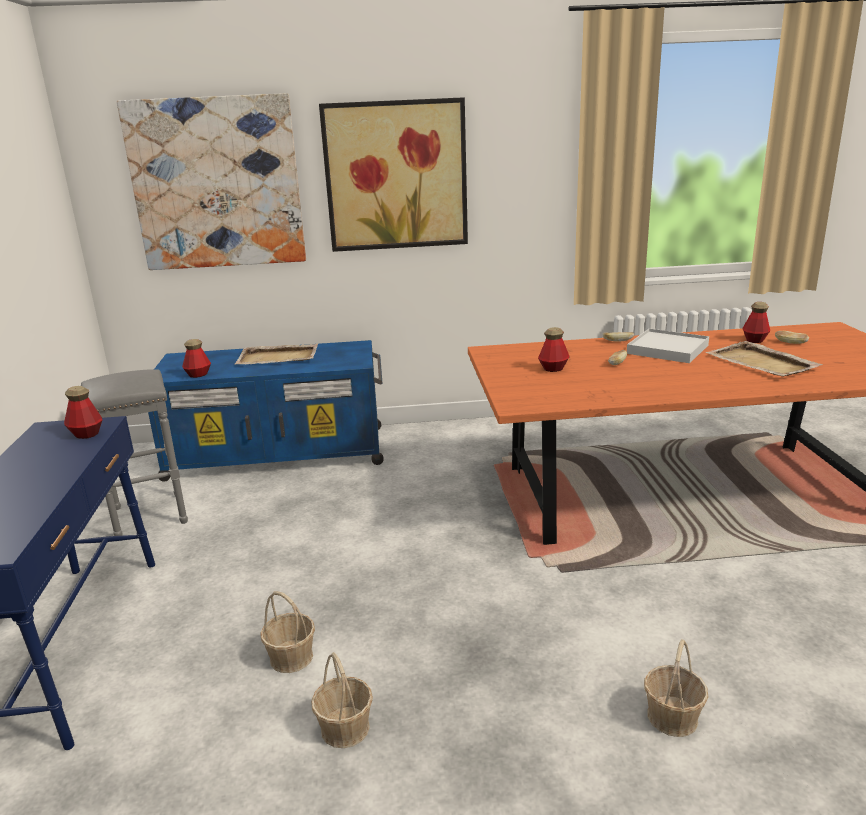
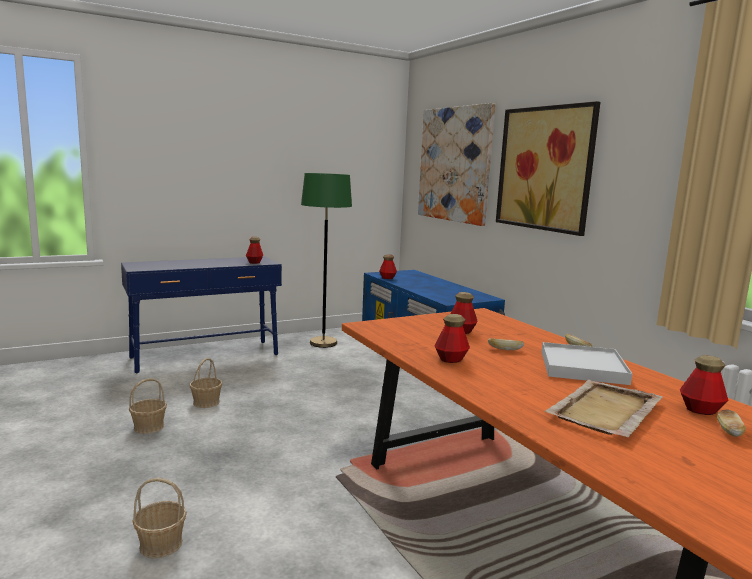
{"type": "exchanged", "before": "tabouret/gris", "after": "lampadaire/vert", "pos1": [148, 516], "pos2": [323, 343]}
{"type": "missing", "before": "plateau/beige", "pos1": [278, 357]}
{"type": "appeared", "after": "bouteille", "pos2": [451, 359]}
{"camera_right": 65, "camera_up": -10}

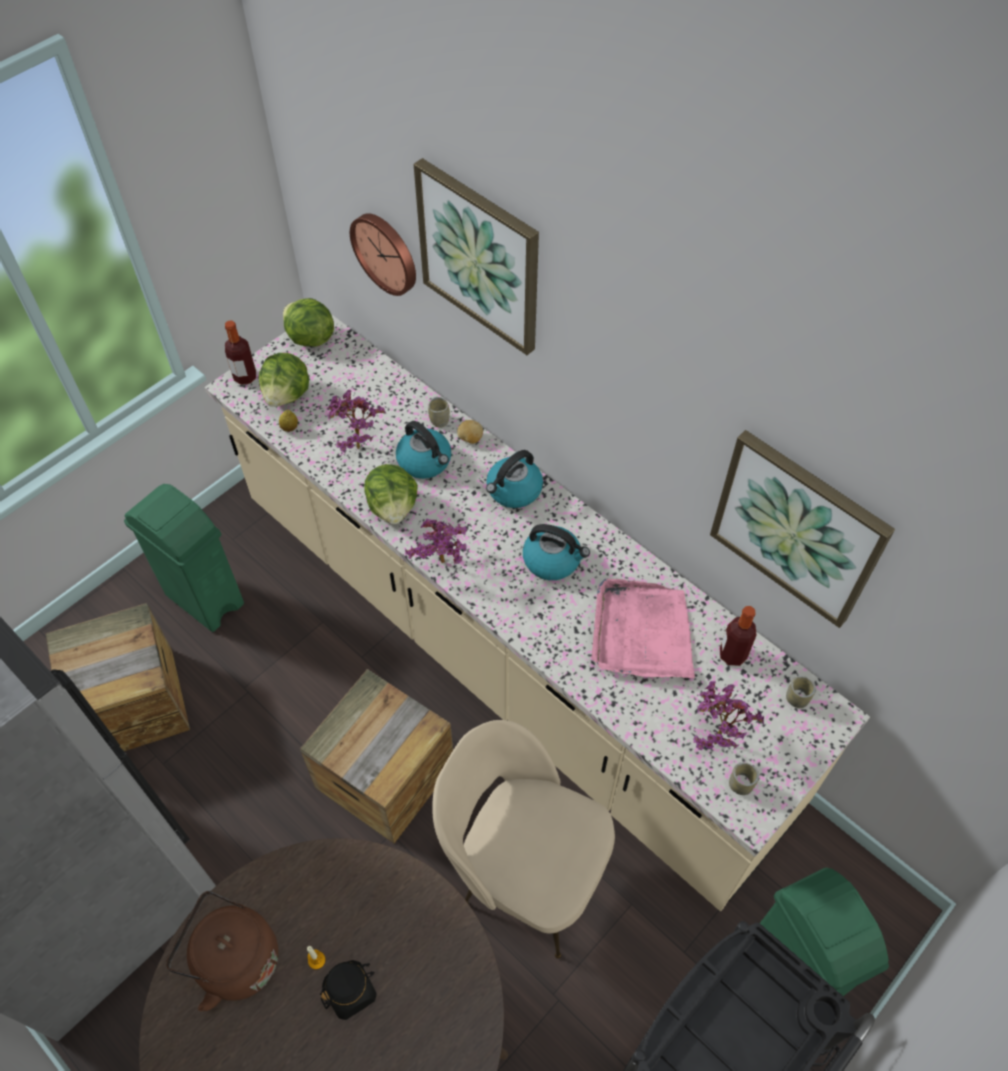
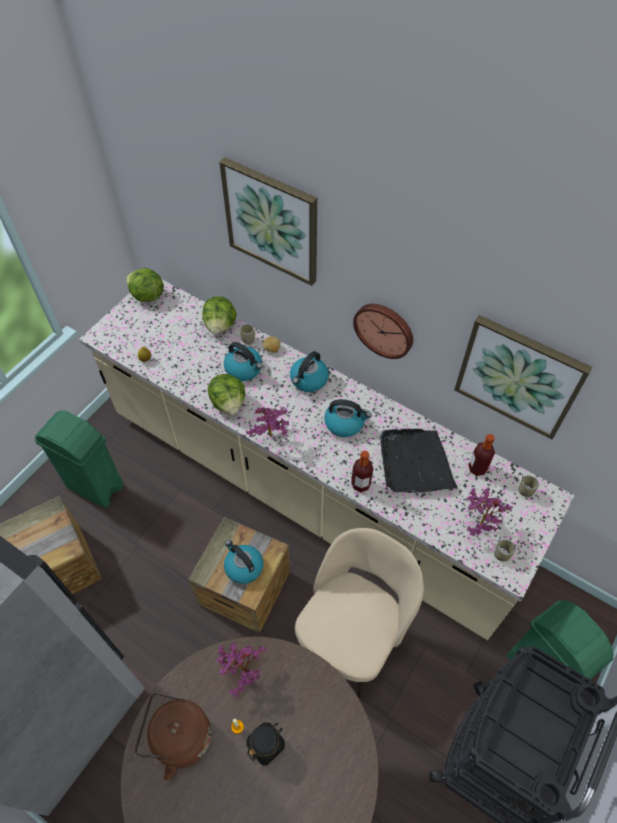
{"type": "relocated", "before": "bouteille", "pos1": [245, 377], "pos2": [360, 484]}
{"type": "relocated", "before": "laitue", "pos1": [287, 395], "pos2": [220, 325]}
{"type": "relocated", "before": "plante en pot", "pos1": [357, 443], "pos2": [242, 674]}
{"type": "relocated", "before": "horloge murale", "pos1": [386, 252], "pos2": [384, 329]}
{"type": "spun", "before": "chaise/beige", "pos1": [524, 876], "pos2": [351, 639], "turn": 105}
{"type": "colour", "before": "plateau/rose", "after": "plateau/noir", "pos1": [641, 633], "pos2": [414, 463]}
{"type": "appeared", "after": "bouilloire", "pos2": [243, 567]}
{"camera_right": -10, "camera_up": 0}

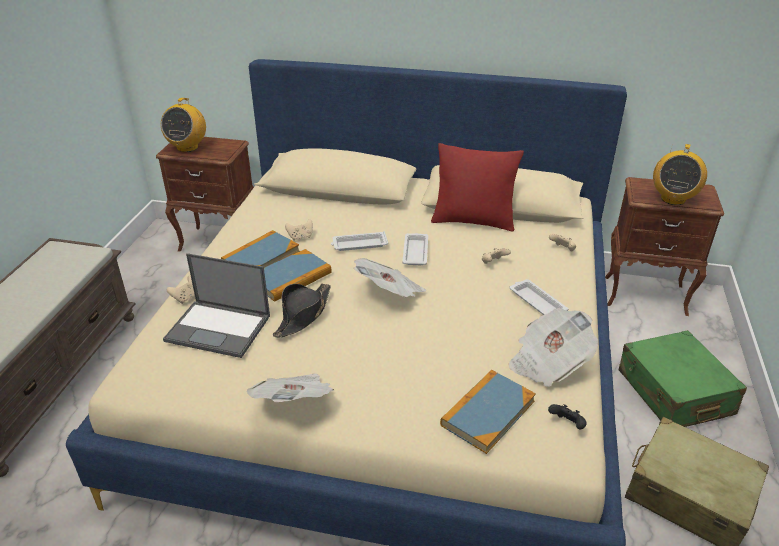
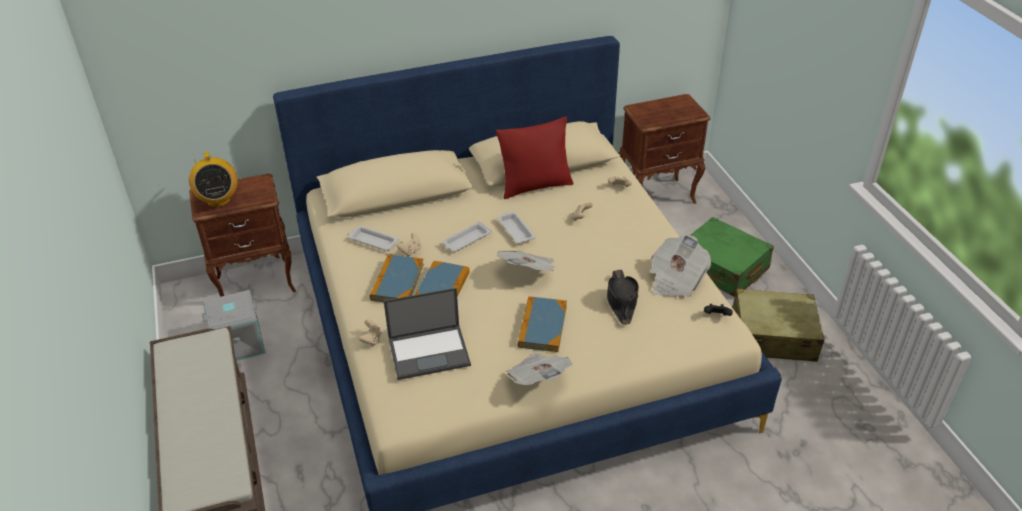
{"type": "relocated", "before": "chapeau/noir", "pos1": [303, 315], "pos2": [621, 300]}
{"type": "relocated", "before": "livre", "pos1": [487, 413], "pos2": [542, 326]}
{"type": "relocated", "before": "plateau/blanc", "pos1": [536, 301], "pos2": [372, 241]}
{"type": "missing", "before": "radio", "pos1": [673, 199]}
{"type": "appeared", "after": "boîte de rangement/gris", "pos2": [239, 342]}
{"camera_right": -30, "camera_up": 5}

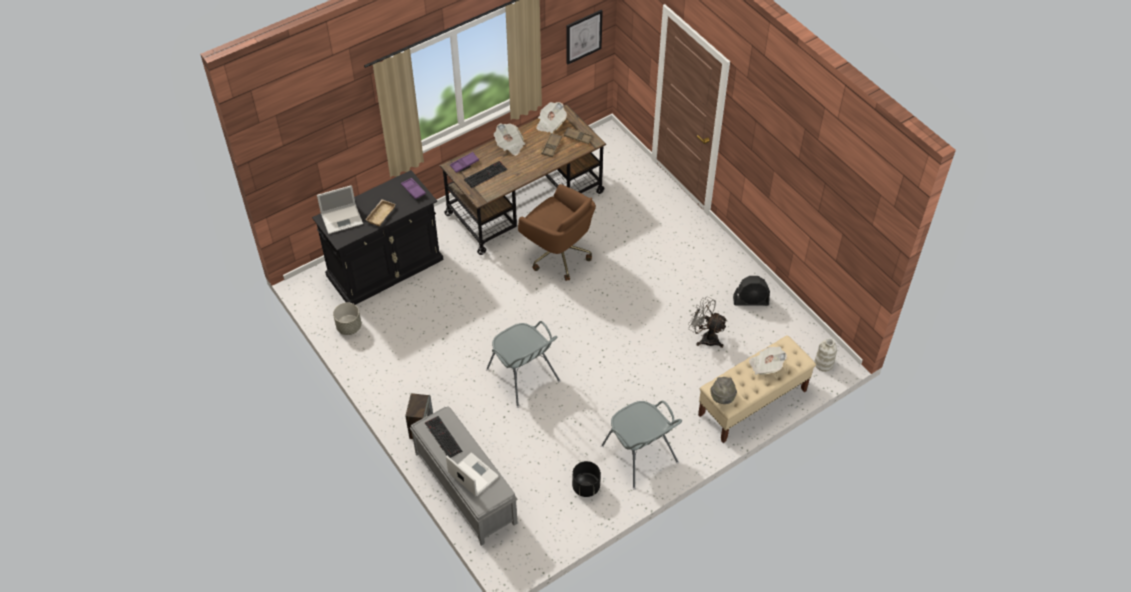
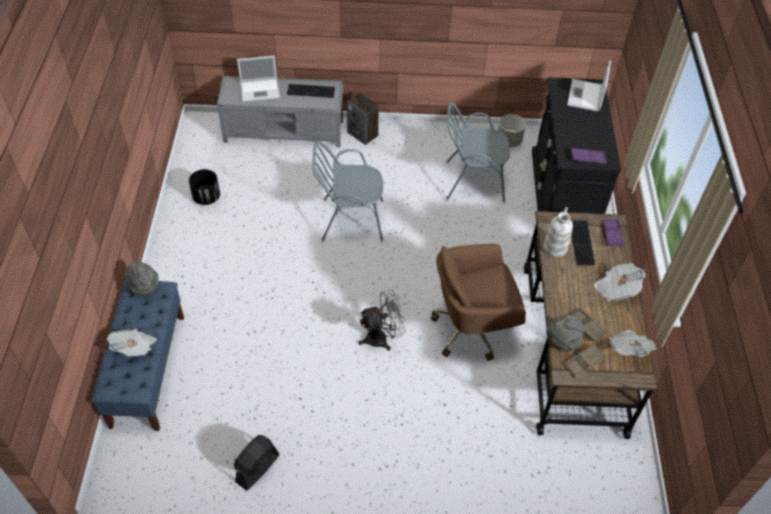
{"type": "missing", "before": "plateau/beige", "pos1": [380, 214]}
{"type": "missing", "before": "tableau", "pos1": [583, 36]}
{"type": "relocated", "before": "chaise/gris", "pos1": [641, 456], "pos2": [471, 182]}
{"type": "relocated", "before": "ventilateur/gris", "pos1": [705, 337], "pos2": [382, 338]}
{"type": "colour", "before": "banc/beige", "after": "banc/bleu", "pos1": [752, 403], "pos2": [148, 369]}
{"type": "relocated", "before": "vase/blanc", "pos1": [823, 364], "pos2": [554, 247]}
{"type": "appeared", "after": "chapeau/gris", "pos2": [562, 340]}
{"camera_right": 125, "camera_up": 0}

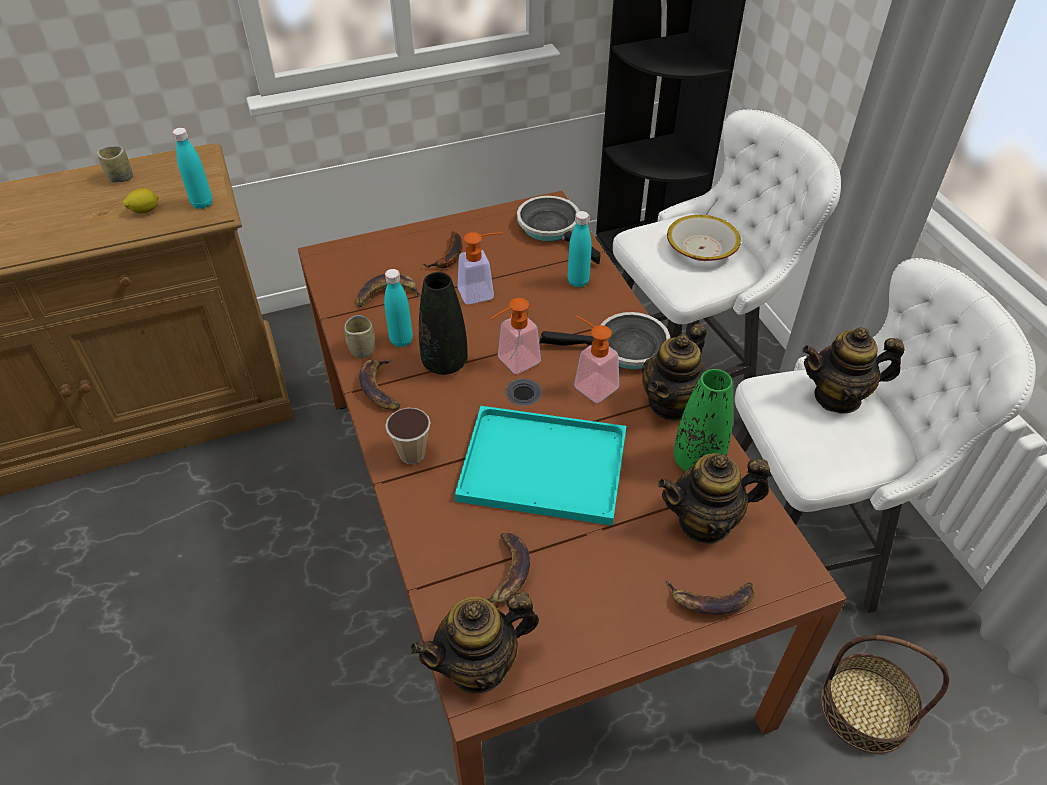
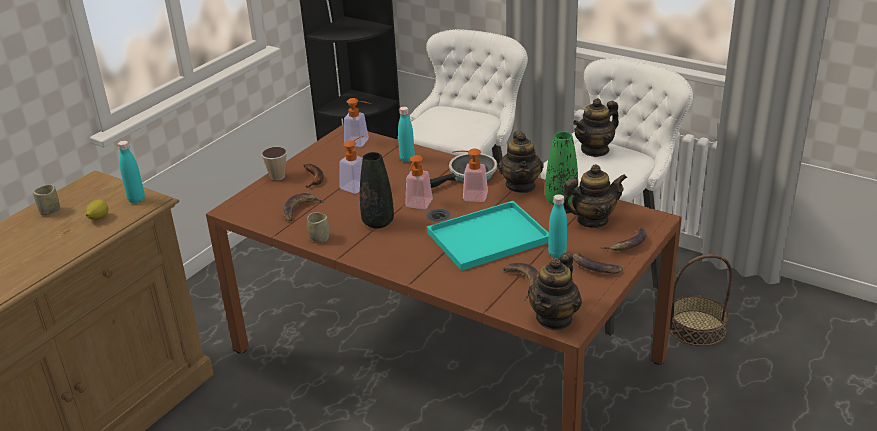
{"type": "relocated", "before": "banane", "pos1": [380, 388], "pos2": [594, 267]}
{"type": "relocated", "before": "bouteille/turquoise", "pos1": [401, 340], "pos2": [557, 254]}
{"type": "relocated", "before": "tasse", "pos1": [412, 454], "pos2": [277, 176]}
{"type": "exchanged", "before": "poêle", "after": "distributeur de savon", "pos1": [552, 229], "pos2": [361, 143]}
{"type": "spun", "before": "théière", "pos1": [705, 522], "pos2": [592, 220], "turn": -150}
{"type": "missing", "before": "bol", "pos1": [701, 249]}
{"camera_right": -35, "camera_up": -15}

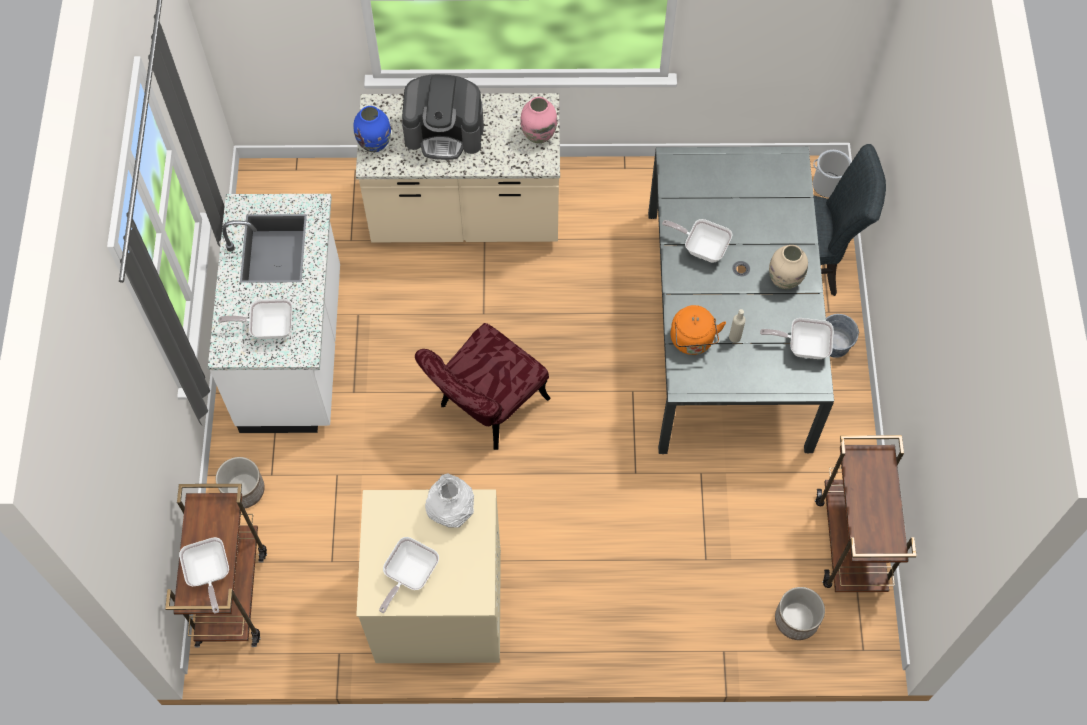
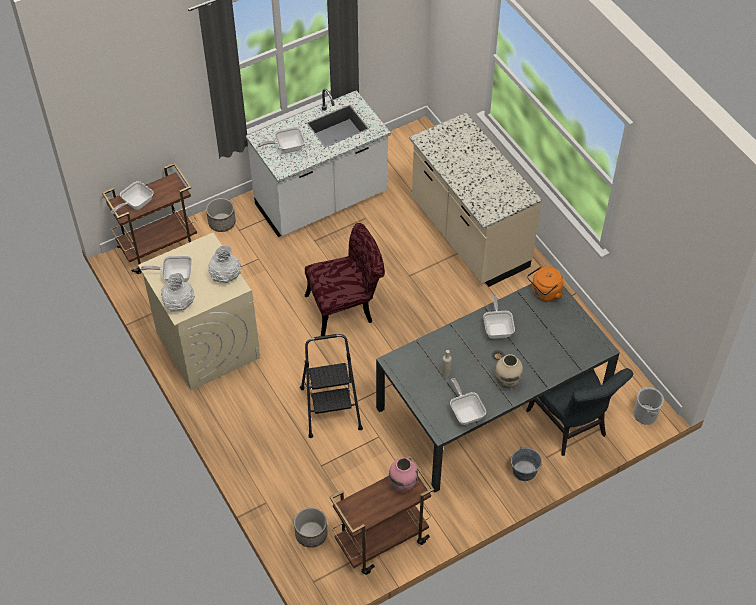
{"type": "spun", "before": "poêle", "pos1": [268, 327], "pos2": [286, 147], "turn": -75}
{"type": "missing", "before": "vase/bleu", "pos1": [375, 143]}
{"type": "missing", "before": "machine à café", "pos1": [445, 132]}
{"type": "spun", "before": "chaise/rouge", "pos1": [486, 409], "pos2": [346, 307], "turn": 150}
{"type": "relocated", "before": "vase/rose", "pos1": [538, 135], "pos2": [402, 484]}
{"type": "relocated", "before": "bouilloire/orange", "pos1": [692, 341], "pos2": [544, 293]}
{"type": "appeared", "after": "vase/blanc", "pos2": [179, 304]}
{"type": "appeared", "after": "escabeau/noir", "pos2": [330, 405]}
{"camera_right": 60, "camera_up": -10}

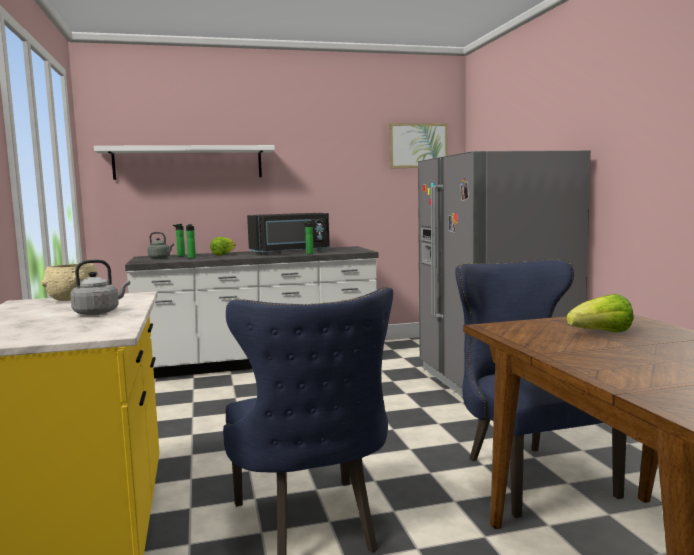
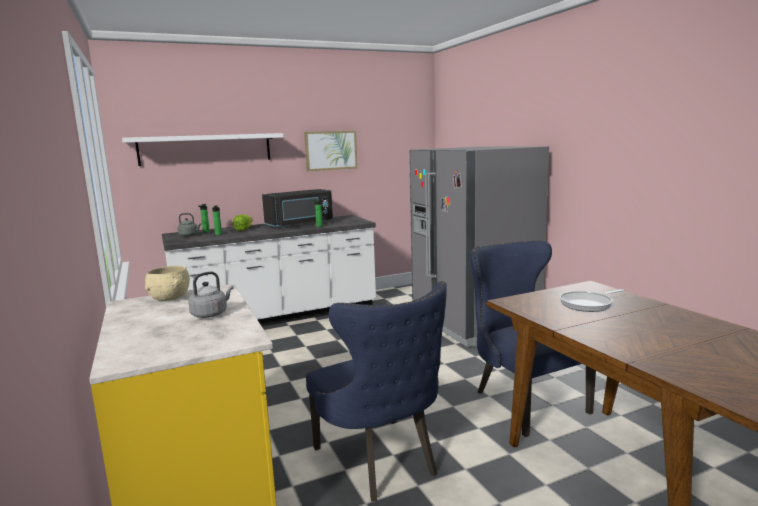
{"type": "relocated", "before": "tableau", "pos1": [418, 145], "pos2": [331, 150]}
{"type": "exchanged", "before": "laitue", "after": "poêle", "pos1": [602, 333], "pos2": [588, 304]}
{"camera_right": -10, "camera_up": 5}

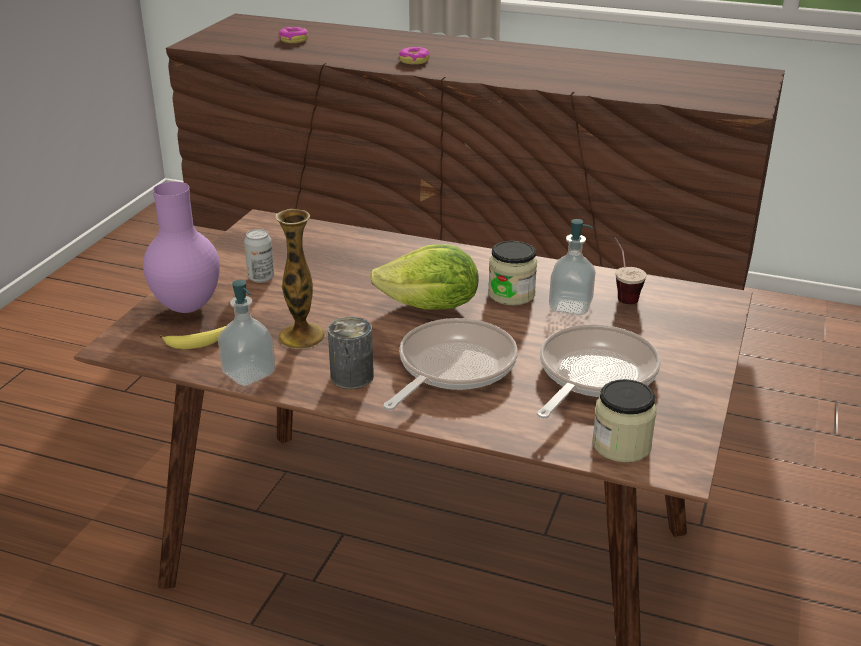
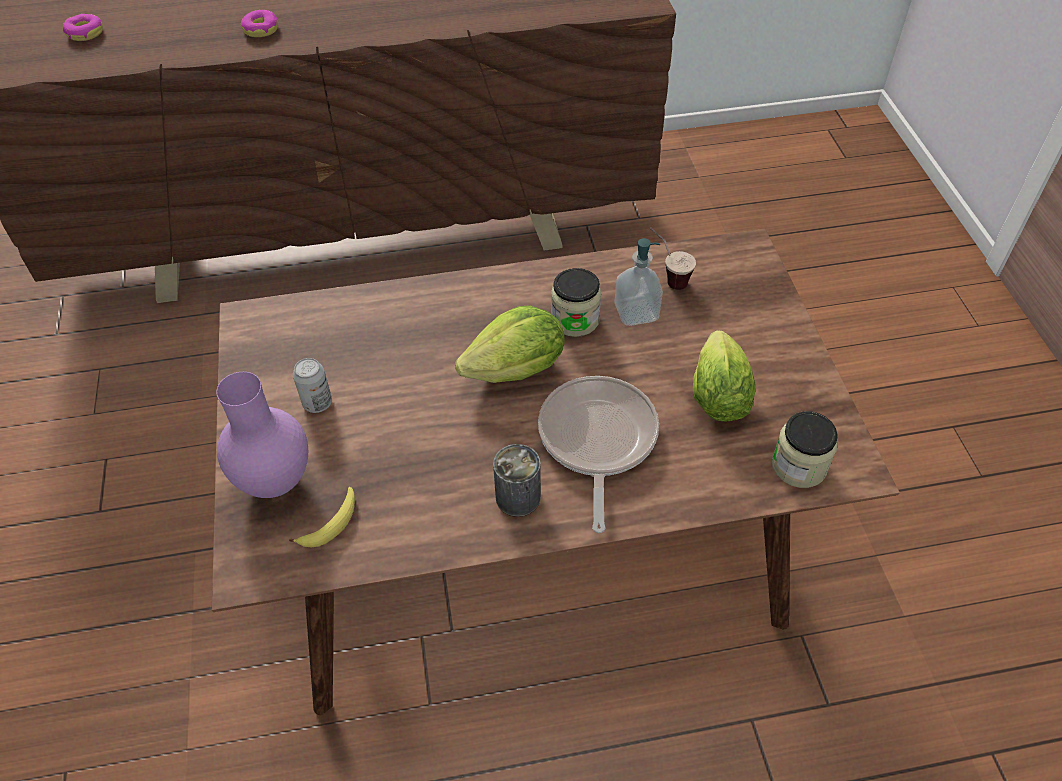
{"type": "missing", "before": "distributeur de savon", "pos1": [249, 374]}
{"type": "missing", "before": "vase", "pos1": [301, 336]}
{"type": "exchanged", "before": "poêle", "after": "laitue", "pos1": [593, 374], "pos2": [717, 391]}
{"camera_right": -30, "camera_up": 20}

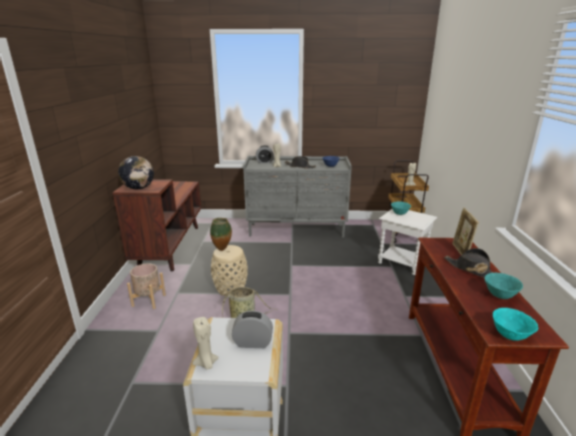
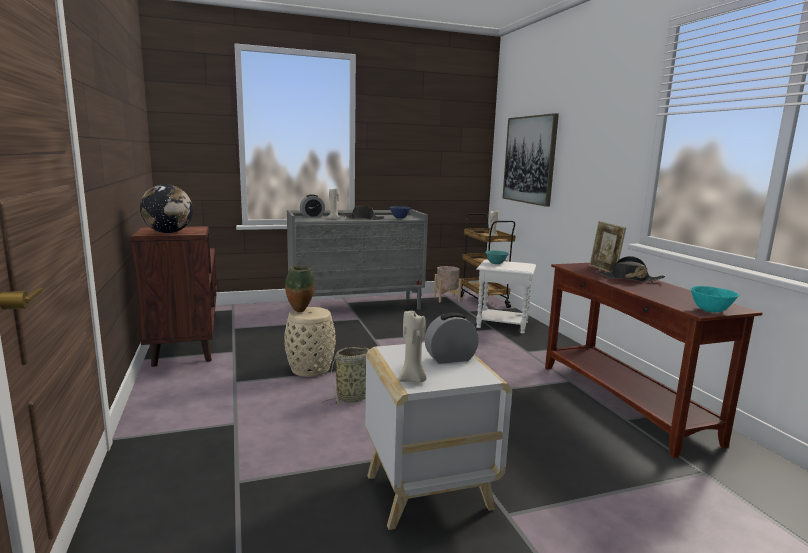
{"type": "relocated", "before": "cache-pot/beige", "pos1": [148, 300], "pos2": [446, 299]}
{"type": "missing", "before": "bol/turquoise", "pos1": [499, 295]}
{"type": "appeared", "after": "tableau", "pos2": [529, 160]}
{"camera_right": -20, "camera_up": -10}

